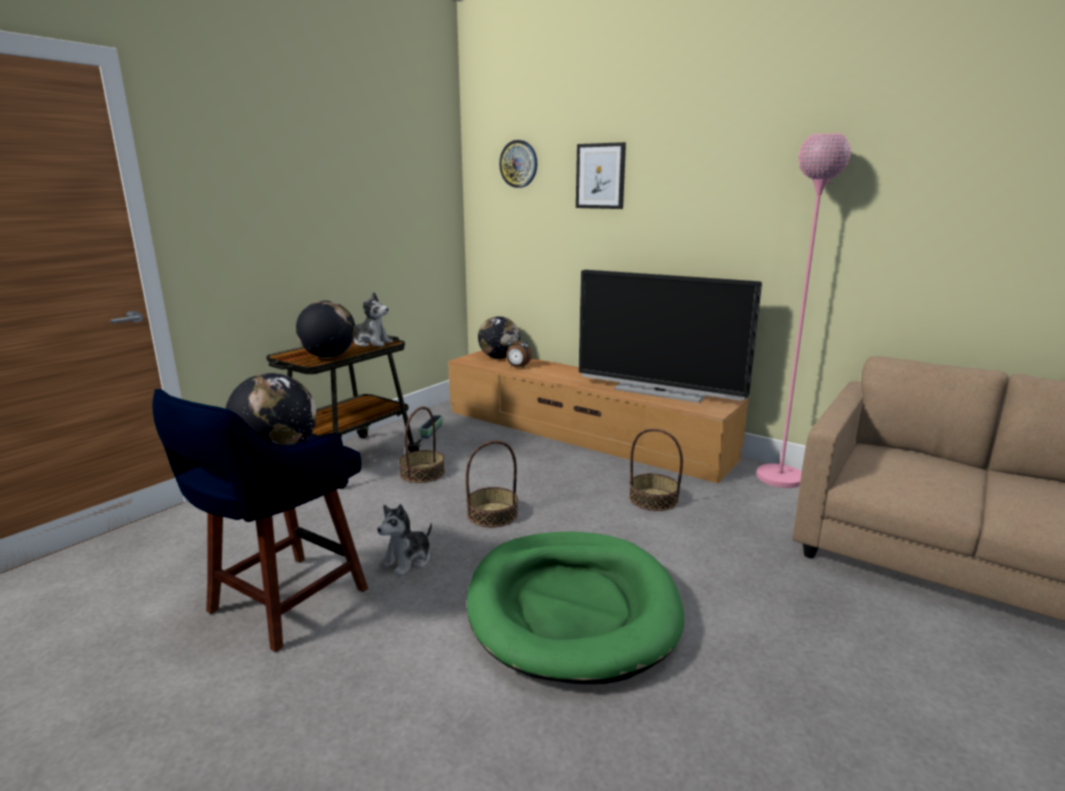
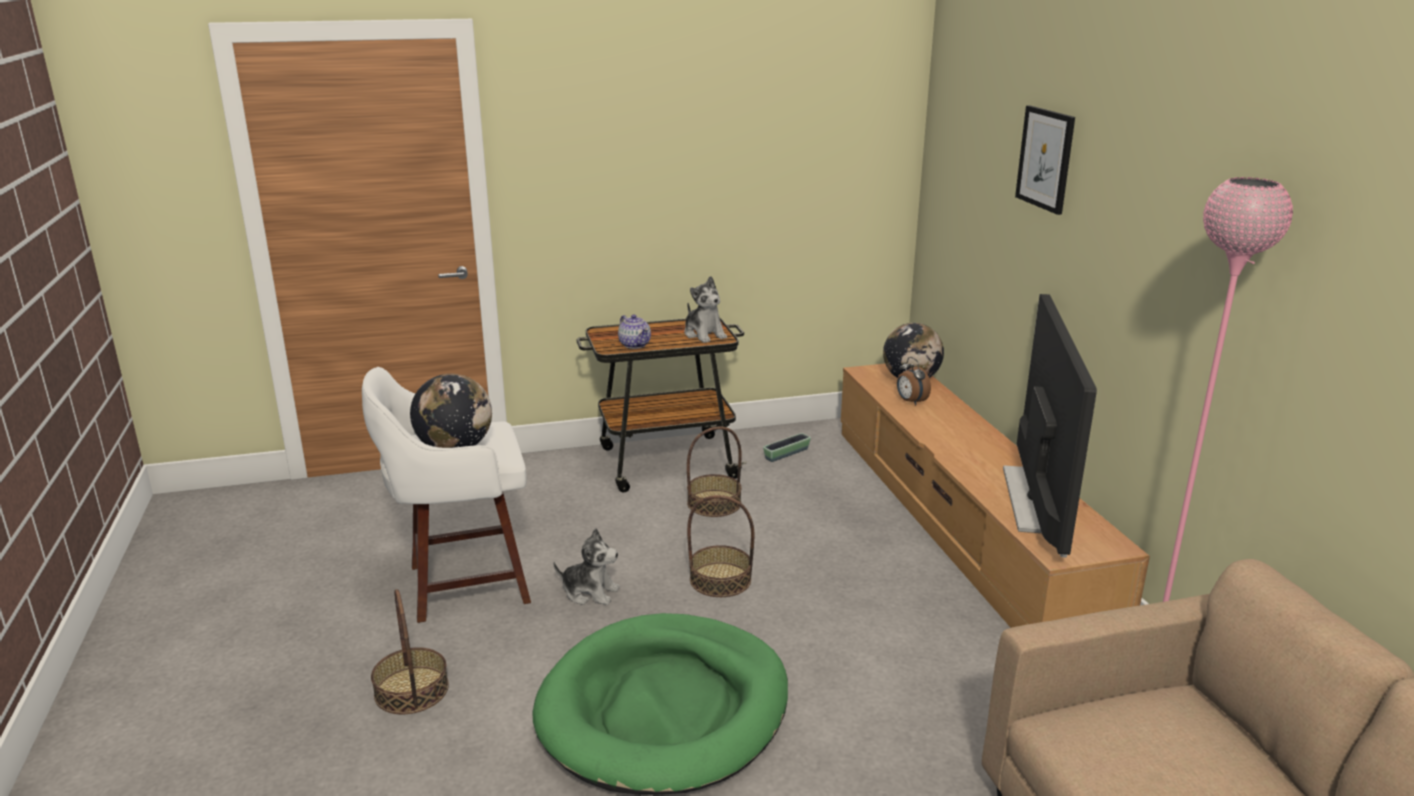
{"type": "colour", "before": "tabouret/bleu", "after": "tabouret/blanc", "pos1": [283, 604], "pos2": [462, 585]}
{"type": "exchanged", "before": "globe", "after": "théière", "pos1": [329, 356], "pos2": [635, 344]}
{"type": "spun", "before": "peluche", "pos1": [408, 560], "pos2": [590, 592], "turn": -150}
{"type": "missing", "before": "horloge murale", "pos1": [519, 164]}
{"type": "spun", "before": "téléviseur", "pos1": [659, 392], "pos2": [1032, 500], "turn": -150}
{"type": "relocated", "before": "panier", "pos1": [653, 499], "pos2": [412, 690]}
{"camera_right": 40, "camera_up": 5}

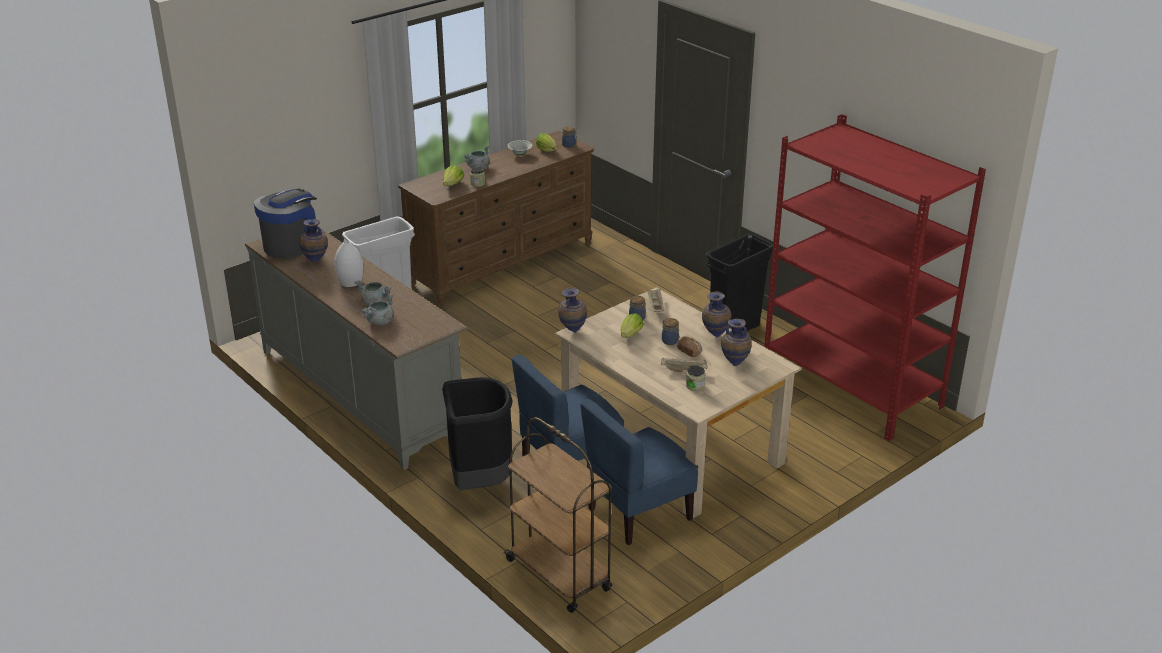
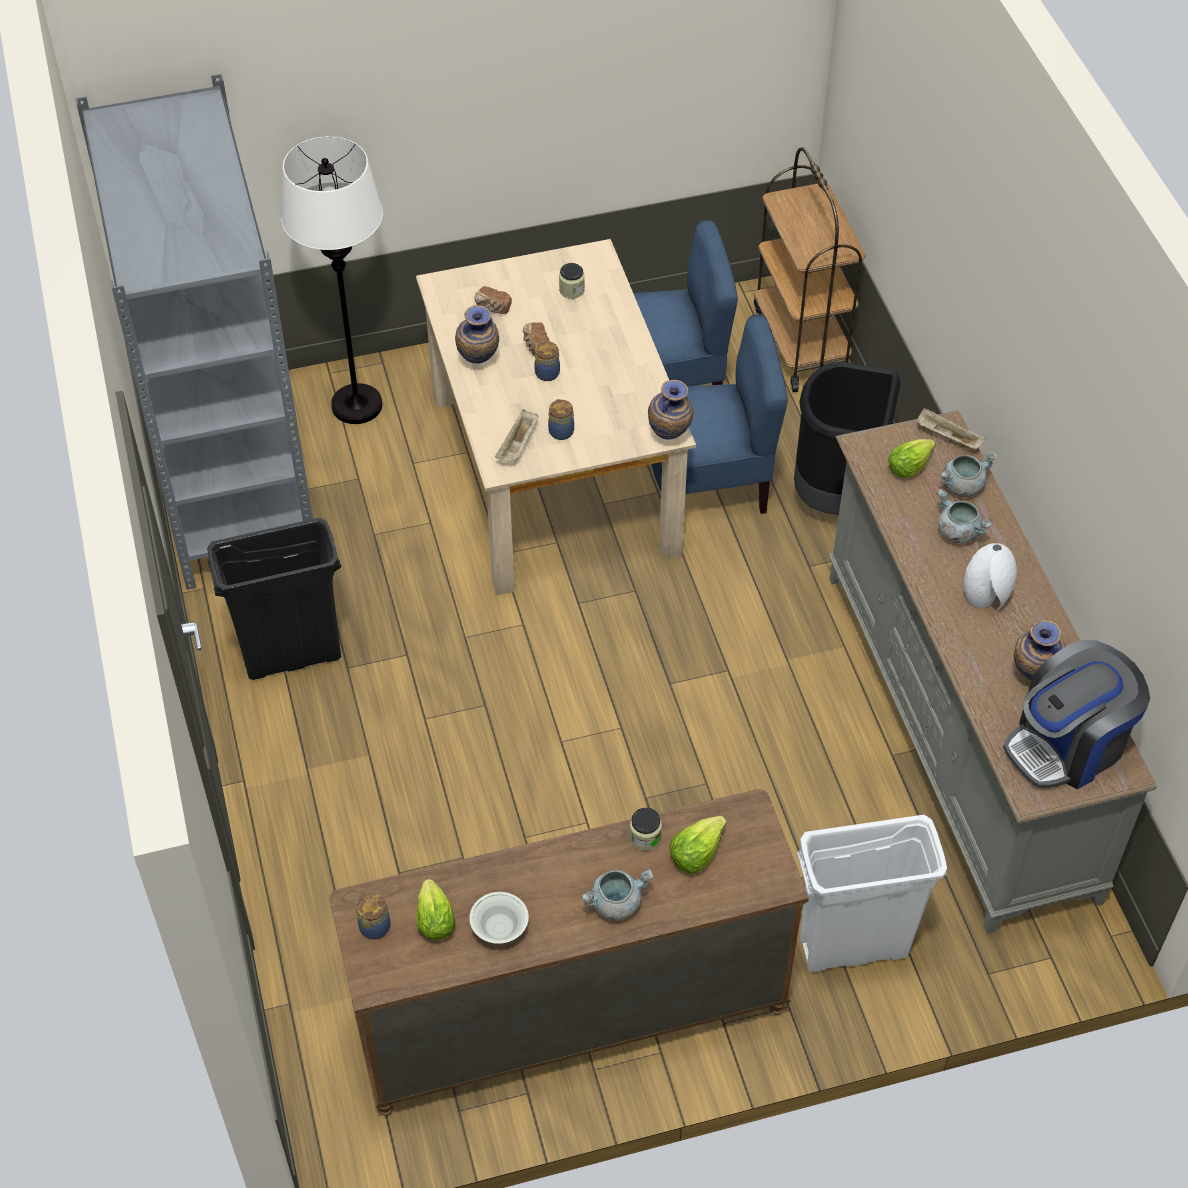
{"type": "relocated", "before": "laitue", "pos1": [630, 336], "pos2": [911, 466]}
{"type": "relocated", "before": "plateau/beige", "pos1": [684, 370], "pos2": [947, 438]}
{"type": "exchanged", "before": "vase", "after": "pain", "pos1": [735, 363], "pos2": [493, 308]}
{"type": "colour", "before": "bibliothèque/rouge", "after": "bibliothèque/gris", "pos1": [851, 387], "pos2": [232, 481]}
{"type": "appeared", "after": "lampadaire/blanc", "pos2": [357, 405]}
{"camera_right": -155, "camera_up": 20}

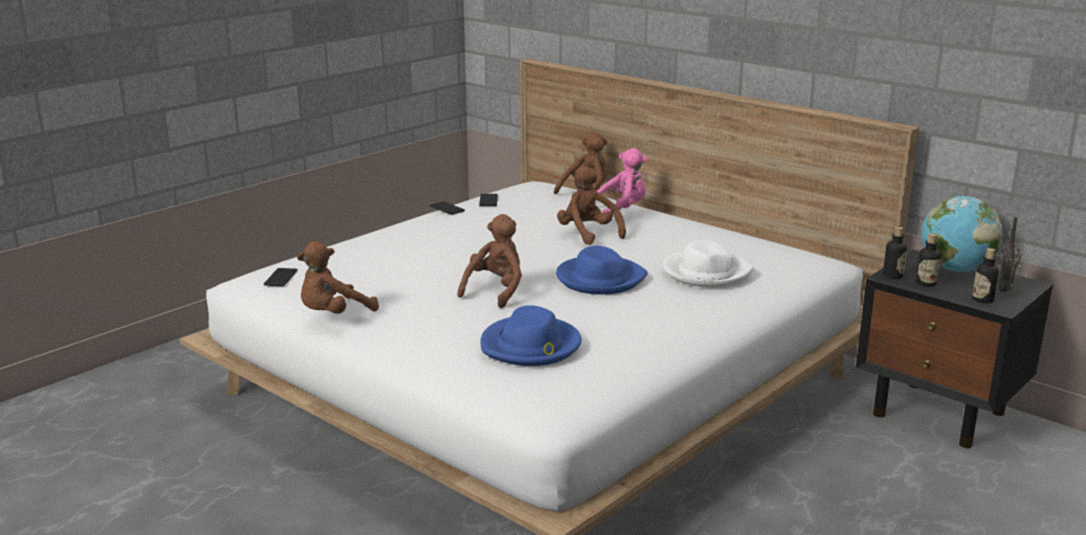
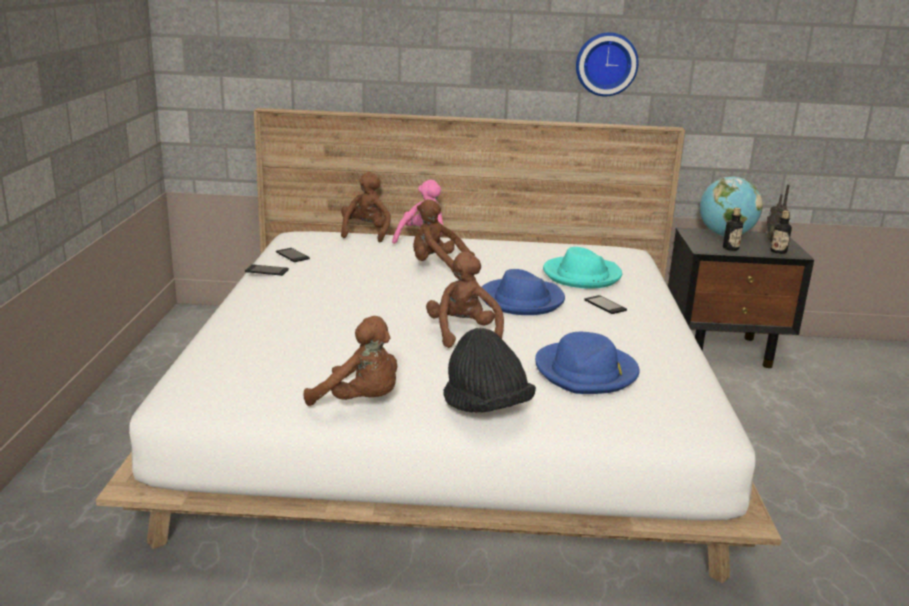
{"type": "relocated", "before": "téléphone", "pos1": [281, 278], "pos2": [605, 305]}
{"type": "spun", "before": "peluche/marron", "pos1": [334, 315], "pos2": [360, 401], "turn": -75}
{"type": "colour", "before": "chapeau/blanc", "after": "chapeau/turquoise", "pos1": [706, 273], "pos2": [581, 276]}
{"type": "missing", "before": "bouteille", "pos1": [892, 275]}
{"type": "appeared", "after": "chapeau/noir", "pos2": [486, 408]}
{"type": "appeared", "after": "horloge murale", "pos2": [606, 64]}
{"camera_right": -40, "camera_up": 0}

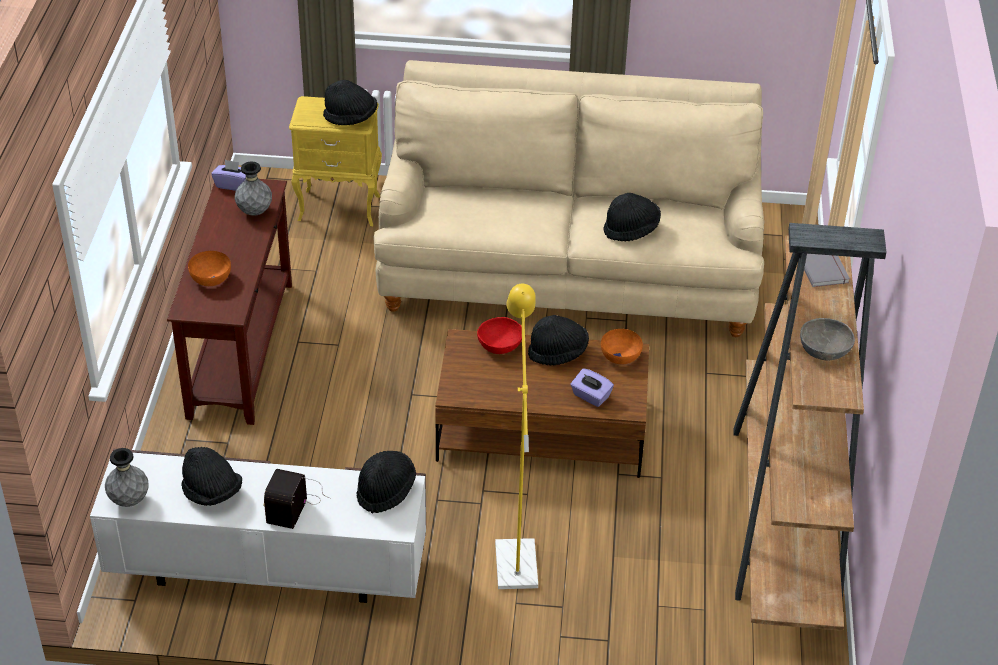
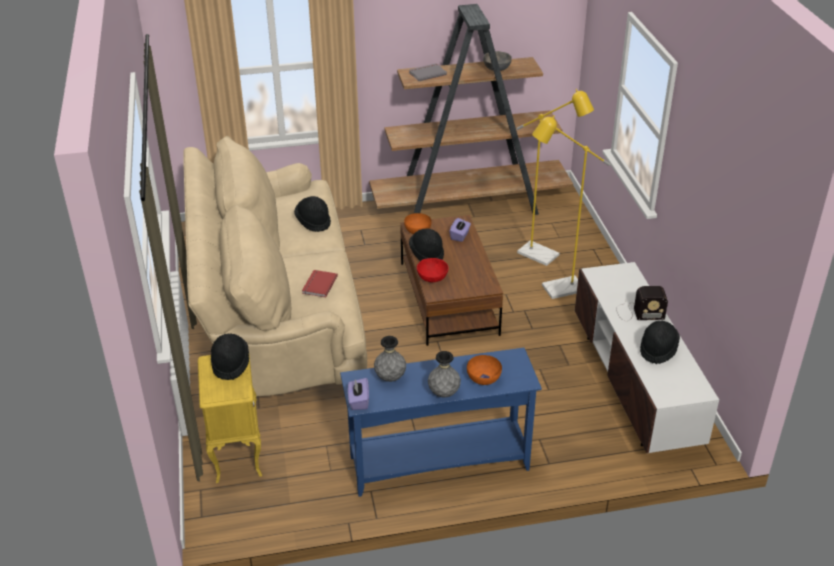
{"type": "relocated", "before": "vase/gris", "pos1": [129, 500], "pos2": [444, 393]}
{"type": "colour", "before": "table console/marron", "after": "table console/bleu", "pos1": [240, 349], "pos2": [438, 463]}
{"type": "missing", "before": "chapeau/noir", "pos1": [385, 490]}
{"type": "appeared", "after": "livre/rouge", "pos2": [318, 285]}
{"type": "appeared", "after": "lampadaire/jaune", "pos2": [544, 256]}
{"camera_right": -105, "camera_up": -5}

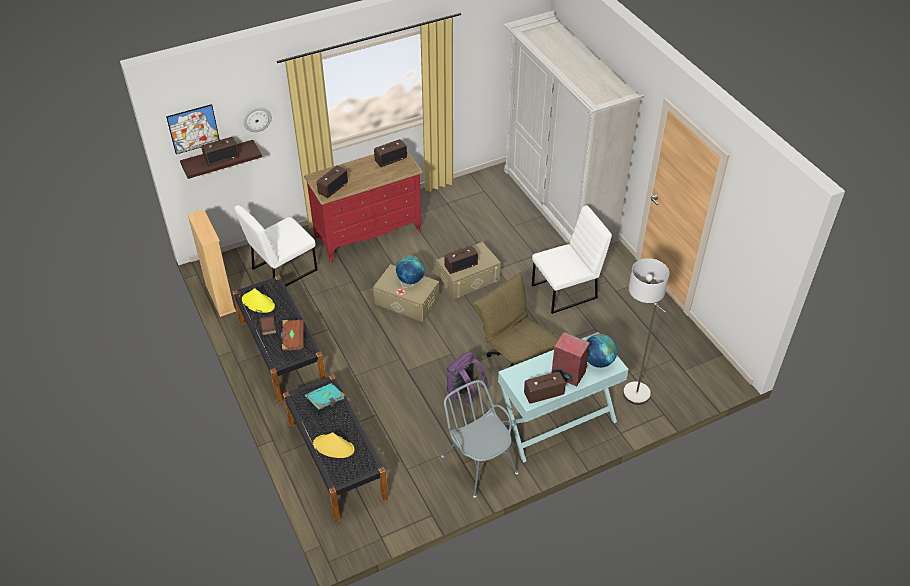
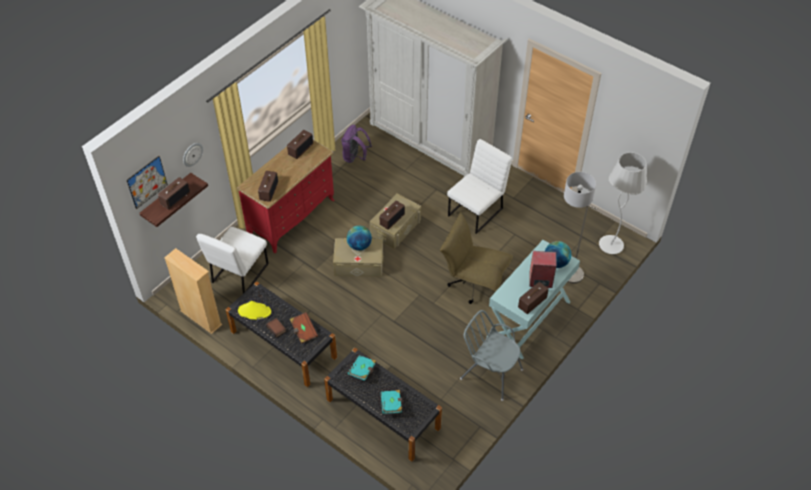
{"type": "exchanged", "before": "chapeau/jaune", "after": "livre/turquoise", "pos1": [334, 447], "pos2": [392, 405]}
{"type": "relocated", "before": "sac à dos/violet", "pos1": [464, 394], "pos2": [355, 157]}
{"type": "appeared", "after": "lampadaire/blanc", "pos2": [610, 246]}
{"camera_right": -25, "camera_up": 5}

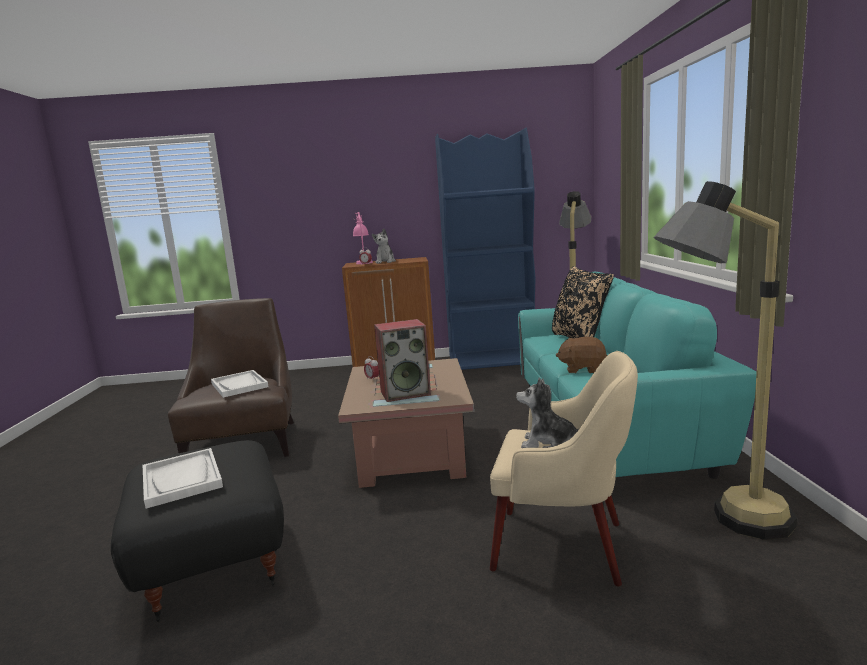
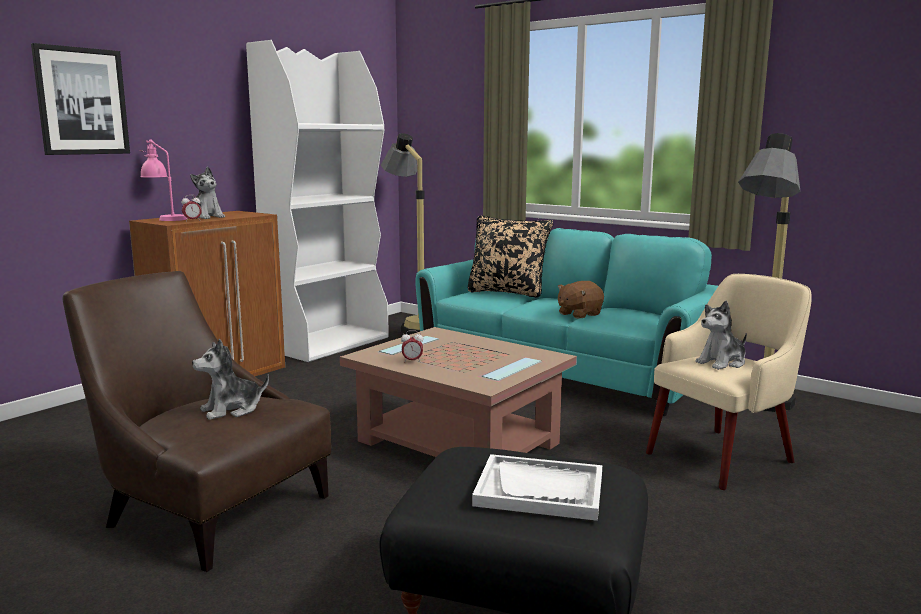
{"type": "exchanged", "before": "plateau/blanc", "after": "peluche", "pos1": [239, 385], "pos2": [231, 410]}
{"type": "missing", "before": "enceinte", "pos1": [406, 392]}
{"type": "colour", "before": "bibliothèque/bleu", "after": "bibliothèque/blanc", "pos1": [493, 359], "pos2": [328, 343]}
{"type": "appeared", "after": "tableau", "pos2": [82, 101]}
{"camera_right": -50, "camera_up": 0}

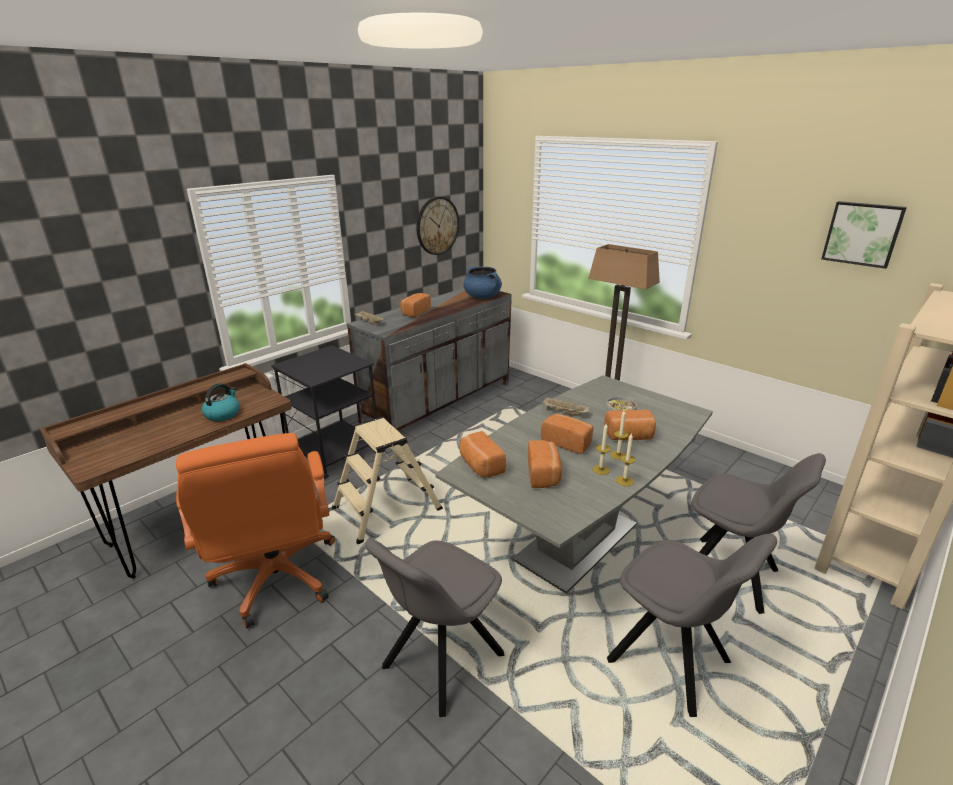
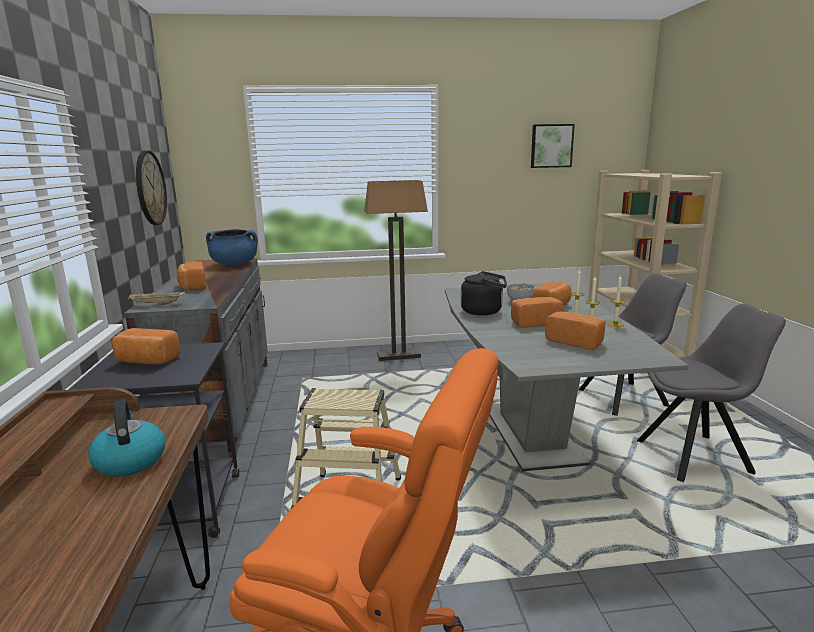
{"type": "missing", "before": "chaise/gris", "pos1": [442, 660]}
{"type": "relocated", "before": "pain", "pos1": [480, 466], "pos2": [146, 361]}
{"type": "exchanged", "before": "plateau/beige", "after": "bouilloire/noir", "pos1": [564, 413], "pos2": [484, 311]}
{"camera_right": -50, "camera_up": -10}

